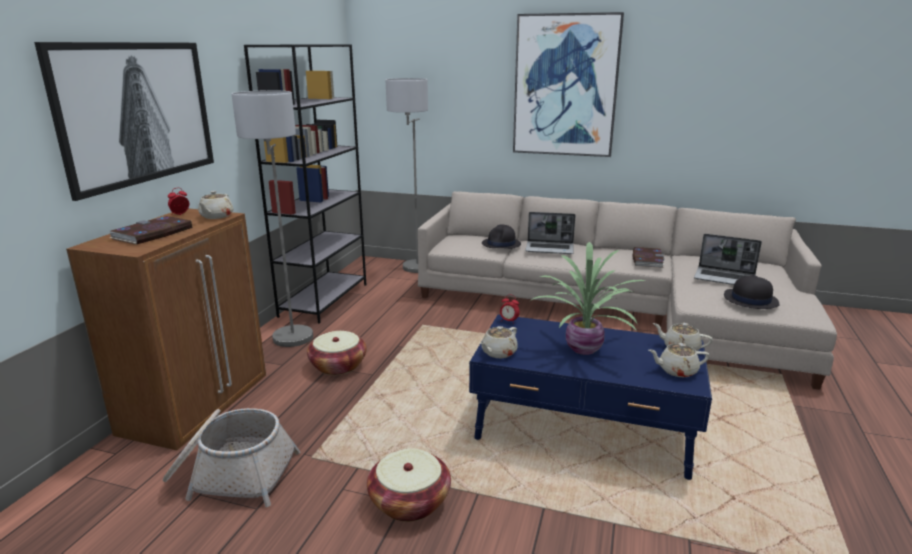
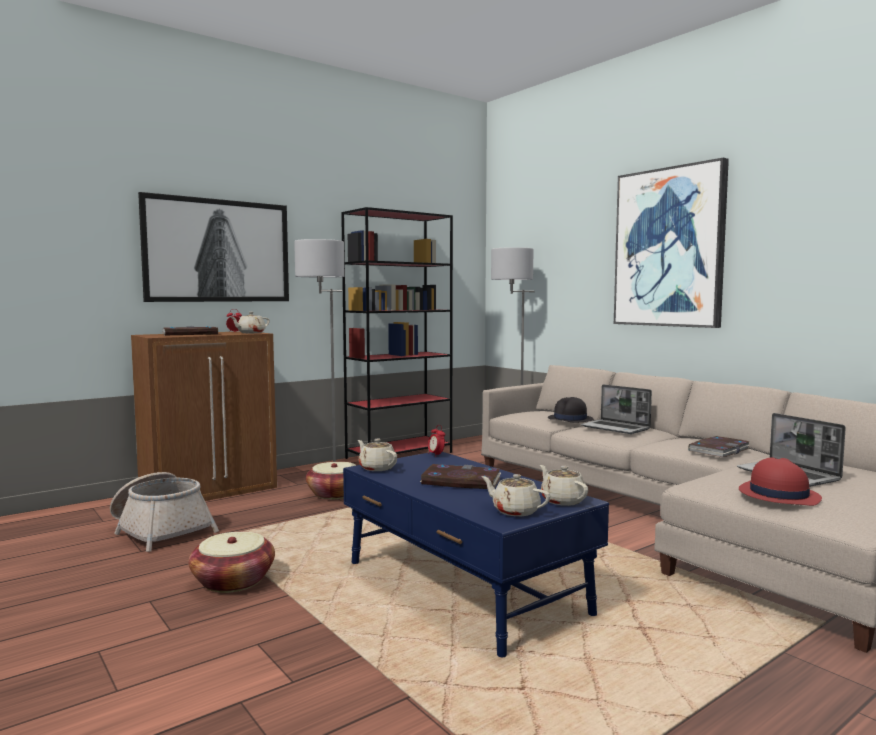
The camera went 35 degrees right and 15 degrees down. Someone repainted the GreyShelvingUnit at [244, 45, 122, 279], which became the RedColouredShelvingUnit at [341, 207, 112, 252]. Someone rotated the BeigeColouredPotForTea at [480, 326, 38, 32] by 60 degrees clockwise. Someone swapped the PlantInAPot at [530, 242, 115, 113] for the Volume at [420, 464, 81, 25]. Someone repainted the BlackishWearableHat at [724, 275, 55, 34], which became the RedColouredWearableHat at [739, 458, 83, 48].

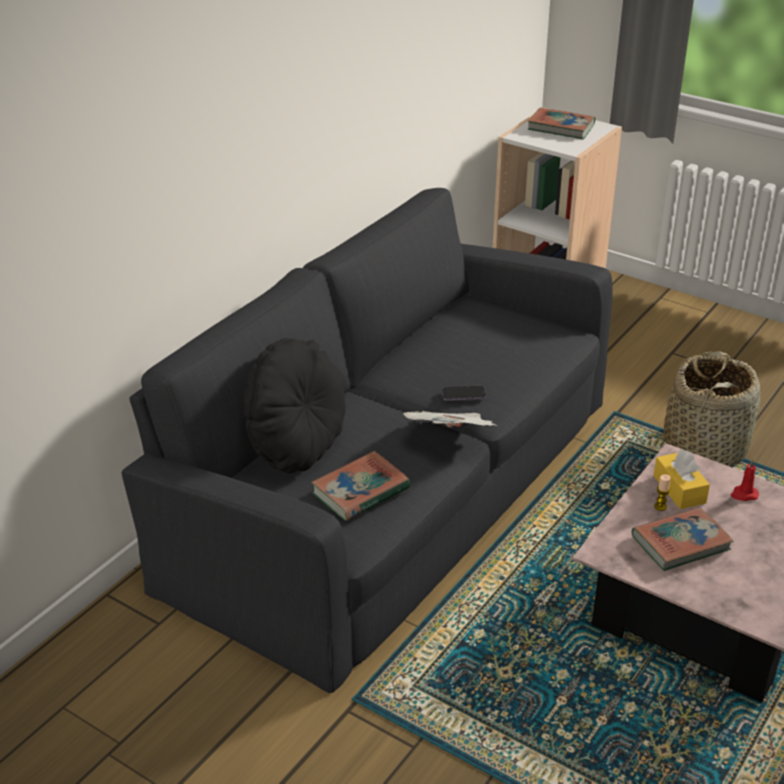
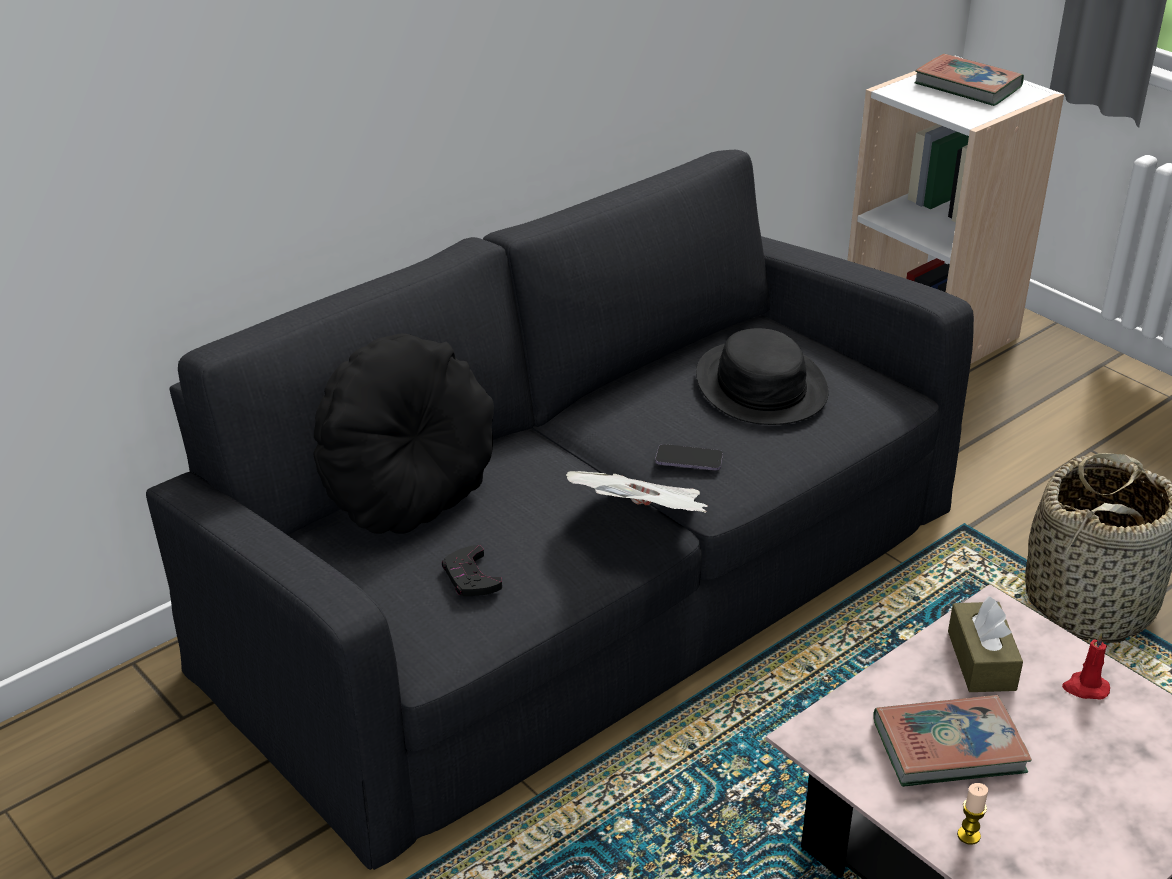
The camera went 15 degrees right and 0 degrees up. Someone swapped the Volume at [311, 451, 99, 70] for the BlackishGamepad at [442, 545, 60, 51]. Someone put down the BlackishWearableHat at [696, 328, 133, 97]. Someone repainted the YellowBoxOfTissues at [653, 449, 57, 60], which became the BrownishBoxOfTissues at [948, 596, 75, 96]. Someone carried the WaxLight from [654, 474, 17, 37] to [957, 783, 31, 62].

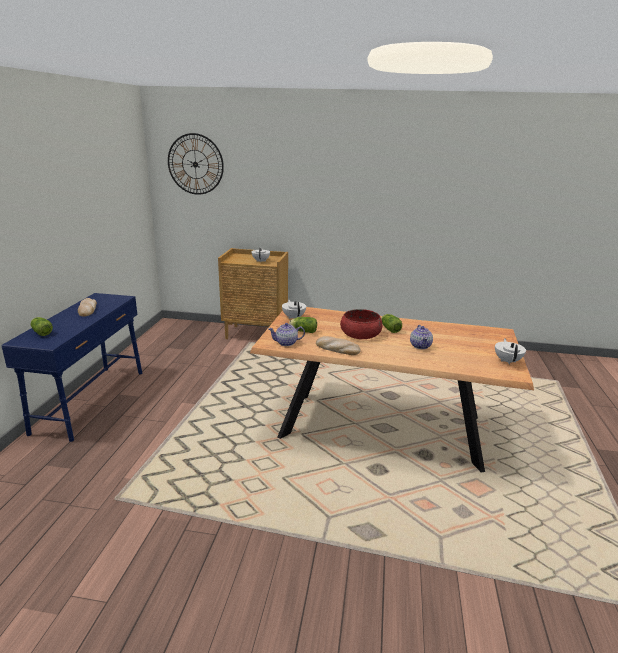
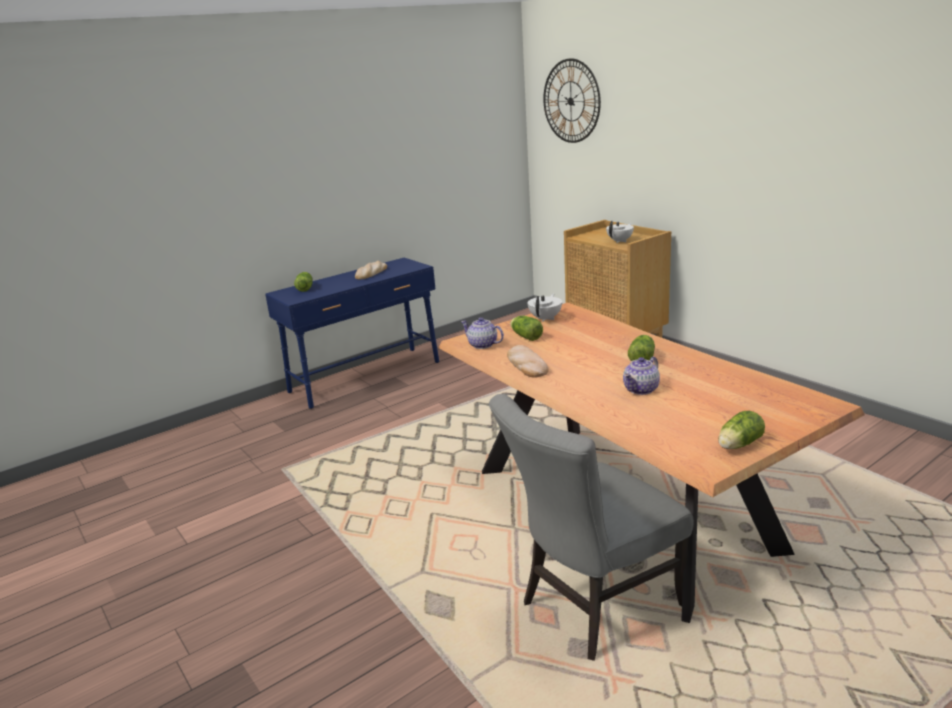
The camera went 45 degrees right and 0 degrees up. Someone put down the GreyUprightChair at [489, 394, 205, 267]. Someone swapped the WhiteColouredPotForTea at [495, 338, 31, 27] for the HeadOfLettuce at [718, 411, 47, 38]. Someone took away the RedColouredBowl at [340, 309, 42, 30].

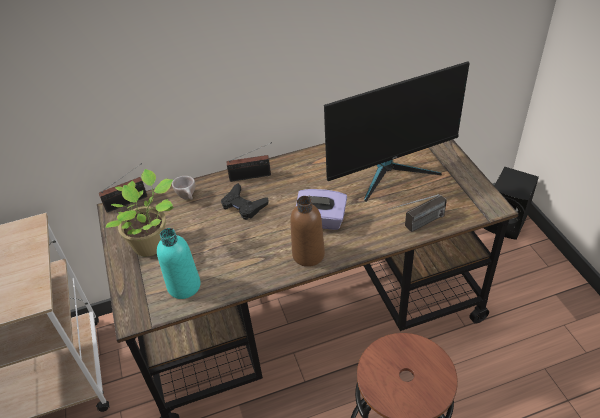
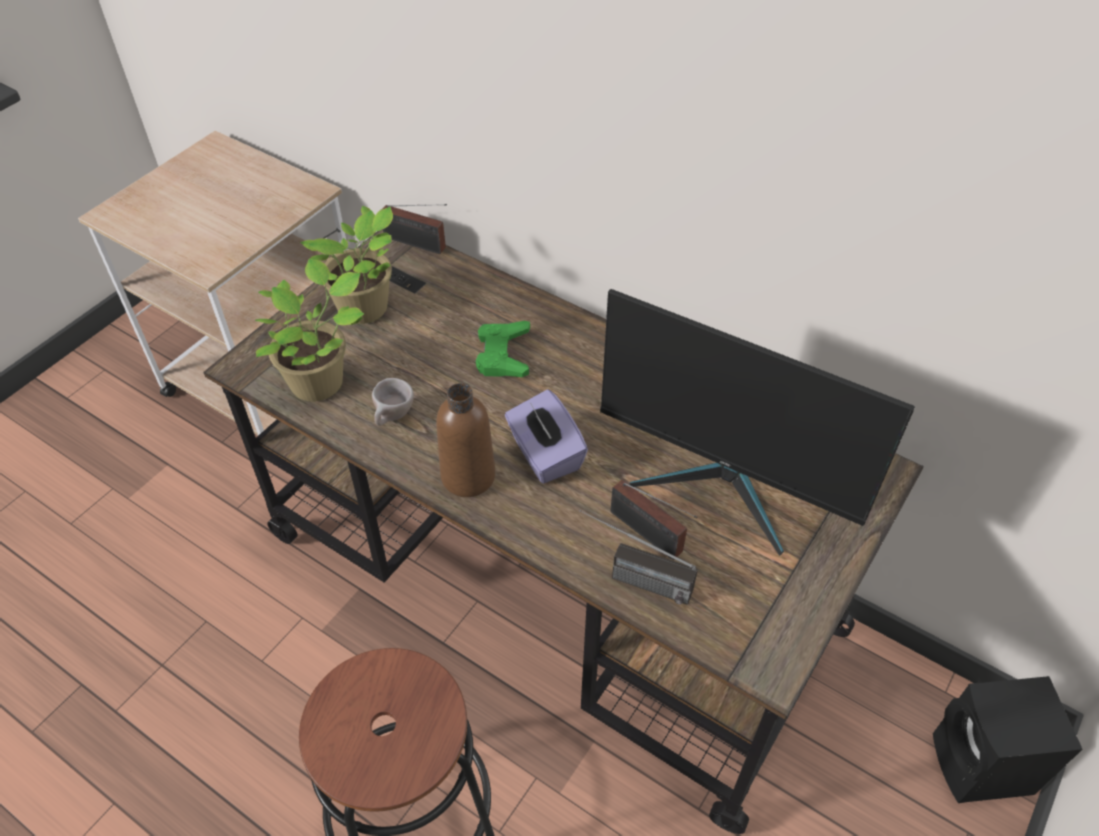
The camera went 50 degrees right and 5 degrees up. Someone swapped the BlueGreenDrinkBottle at [157, 228, 44, 71] for the PlantInAPot at [255, 259, 109, 142]. Someone carried the BeigeColouredSmallCup from [172, 176, 23, 24] to [372, 378, 42, 48]. Someone repainted the BlackishGamepad at [221, 183, 48, 37], which became the GreenishGamepad at [476, 321, 54, 56]. Someone carried the Radio from [226, 142, 46, 40] to [611, 480, 86, 80].

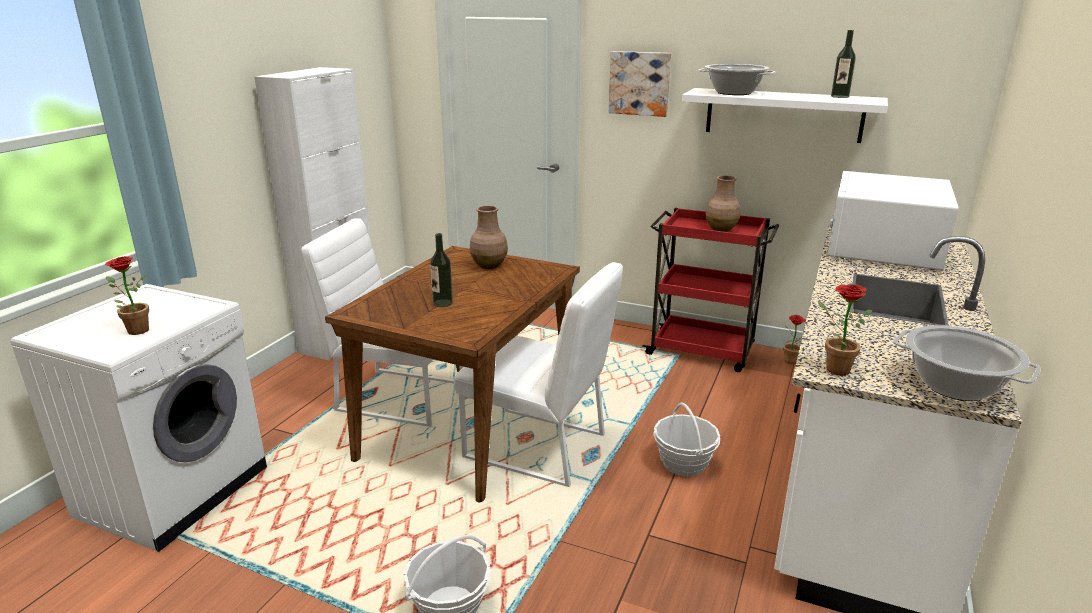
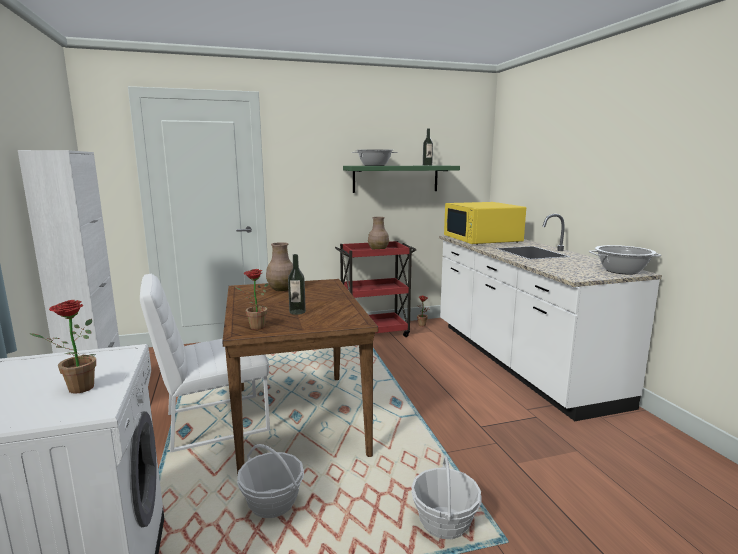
The camera went 40 degrees left and 10 degrees down. Someone carried the PlantInAPot from [818, 284, 54, 92] to [235, 269, 34, 61]. Someone carried the HouseholdBasket from [654, 403, 66, 74] to [237, 444, 67, 74]. Someone repainted the WhiteColouredShelf at [682, 88, 206, 55], which became the GreenishShelf at [343, 166, 117, 27]. Someone repainted the WhiteColouredMicrowave at [827, 171, 131, 100], which became the YellowMicrowave at [444, 202, 82, 43]. Someone took away the WhiteColouredUprightChair at [454, 262, 169, 225]. Someone took away the Picture at [609, 51, 62, 66].

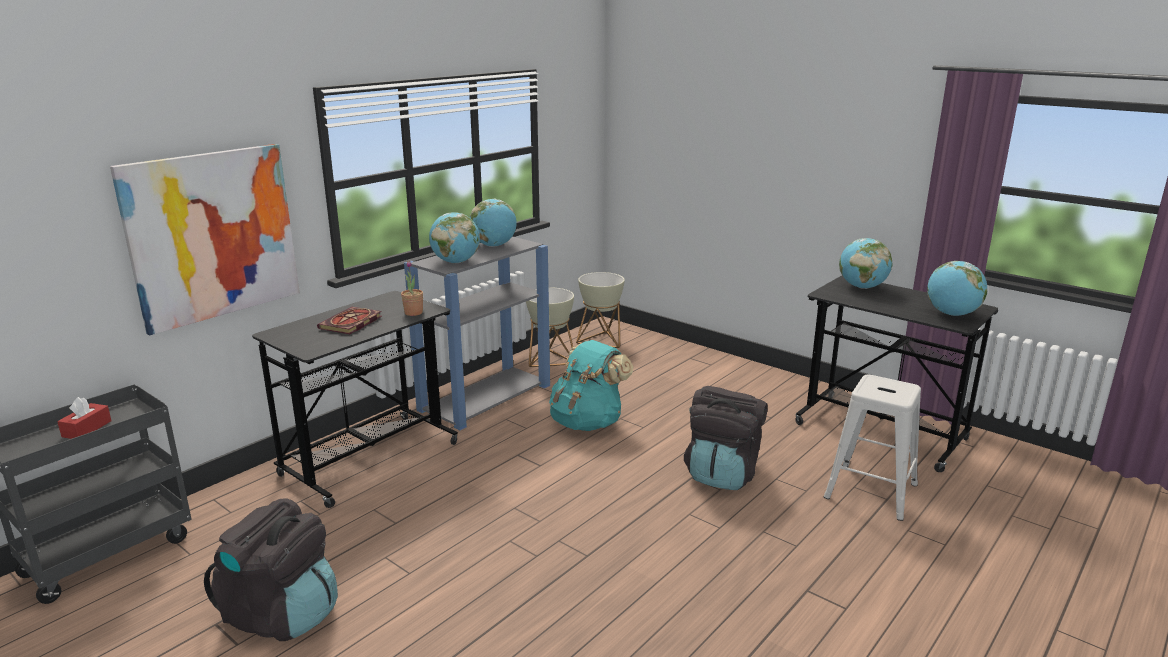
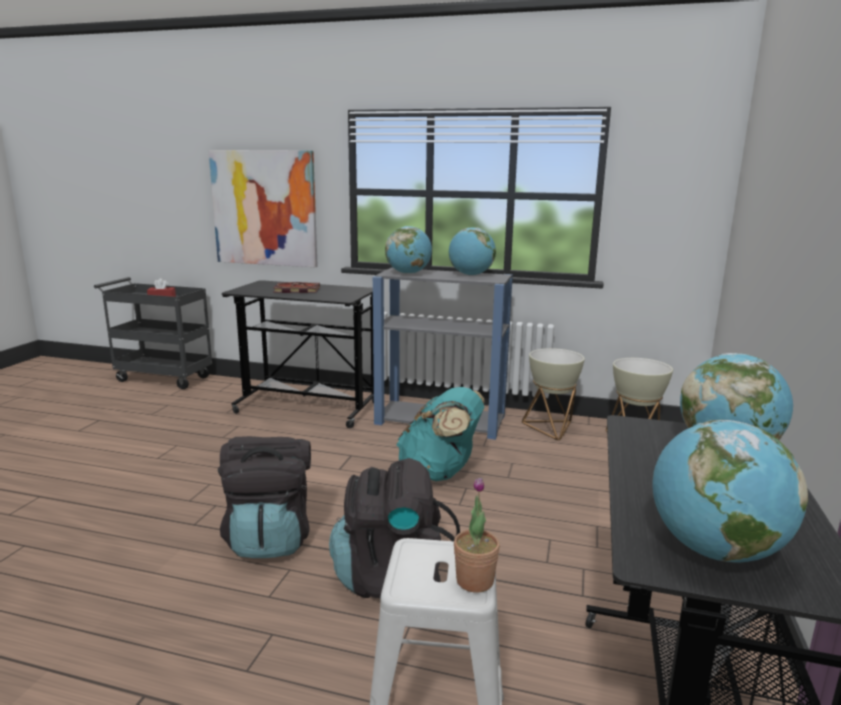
The camera went 65 degrees right and 5 degrees down. Someone carried the BlackishBackpack from [204, 499, 134, 142] to [218, 436, 93, 122]. Someone carried the PlantInAPot from [401, 260, 22, 56] to [454, 478, 46, 115].

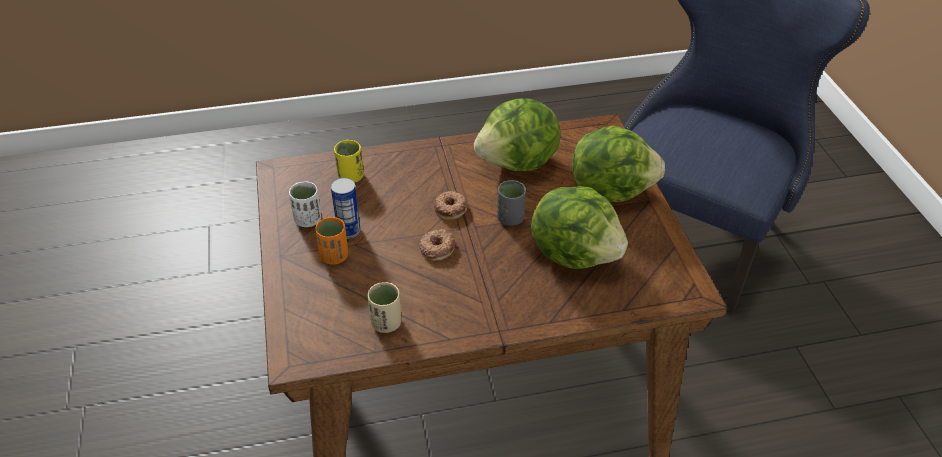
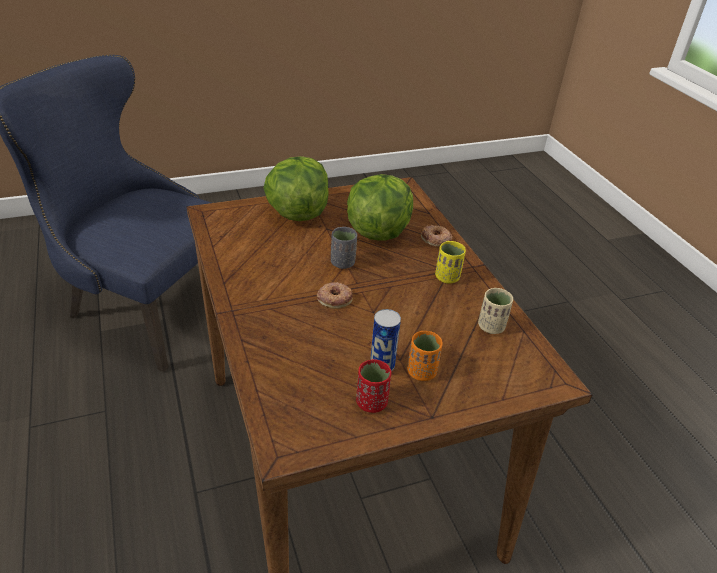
The camera went 100 degrees left and 5 degrees down. Someone repainted the WhiteColouredSmallCup at [289, 181, 32, 46], which became the RedColouredSmallCup at [356, 359, 35, 54]. Someone carried the Doughnut from [419, 229, 36, 32] to [421, 224, 32, 22]. Someone carried the YellowSmallCup from [334, 140, 30, 42] to [435, 241, 31, 43]. Someone took away the HeadOfLettuce at [474, 98, 87, 73].

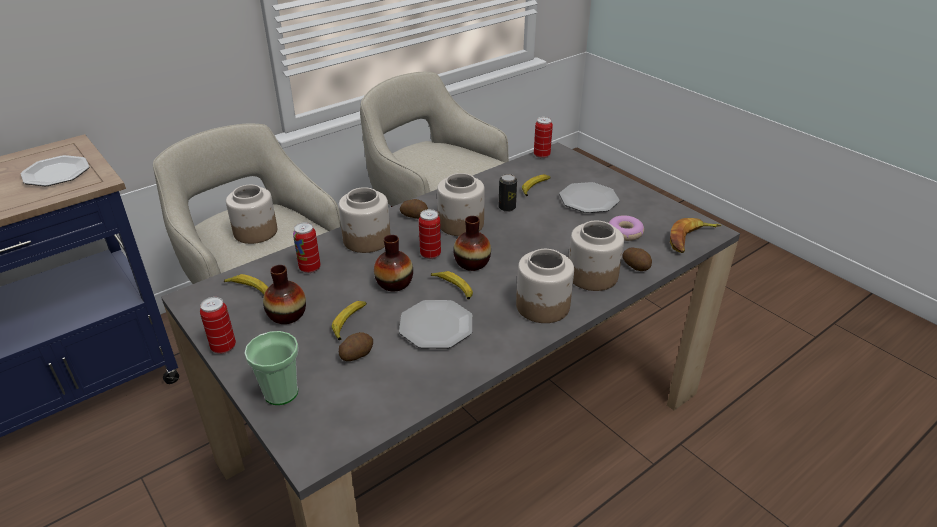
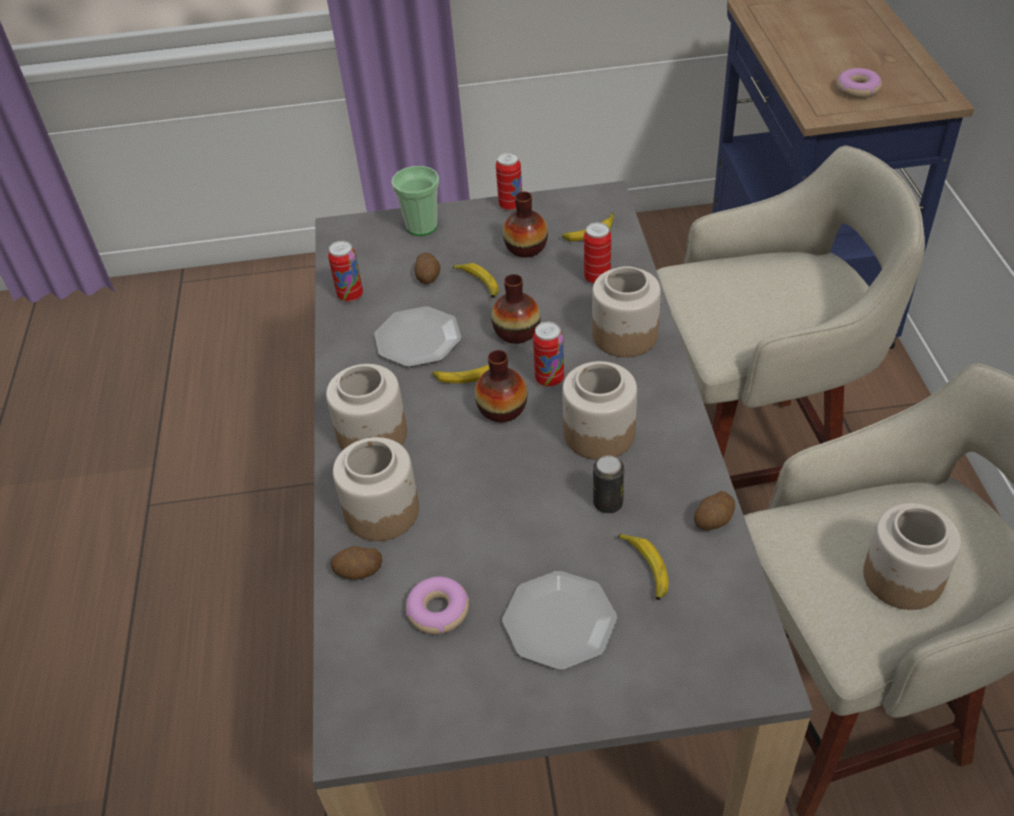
The camera went 125 degrees right and 10 degrees up. Someone carried the SealedCan from [534, 117, 19, 41] to [328, 241, 35, 61]. Someone carried the Potato from [400, 199, 28, 20] to [694, 491, 41, 39]. Someone swapped the DinnerPlate at [21, 155, 68, 31] for the Doughnut at [837, 68, 45, 30]. Someone carried the StorageJar from [226, 185, 51, 59] to [863, 503, 98, 107]. Someone took away the WholeBanana at [670, 218, 52, 35].

